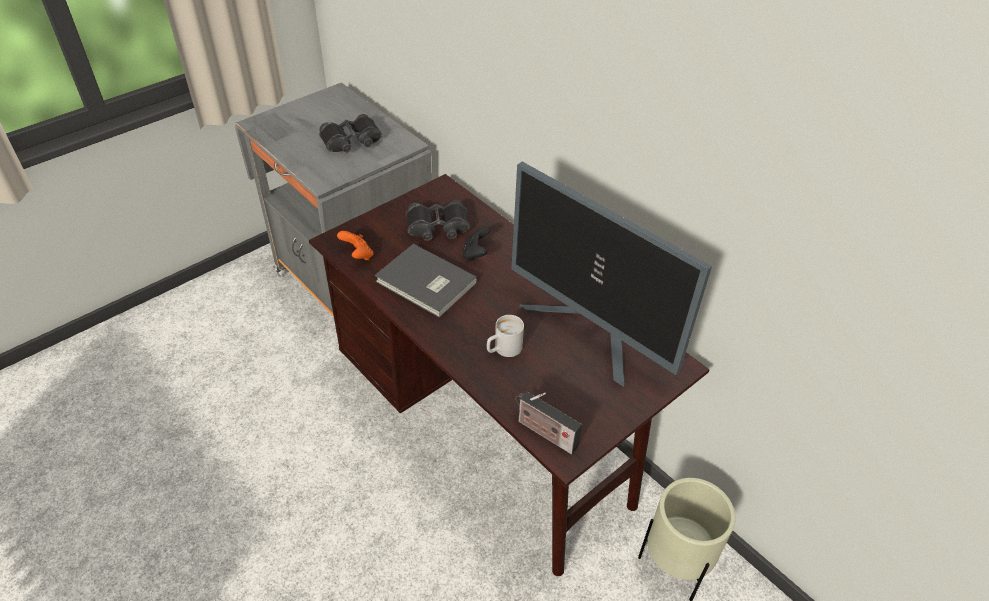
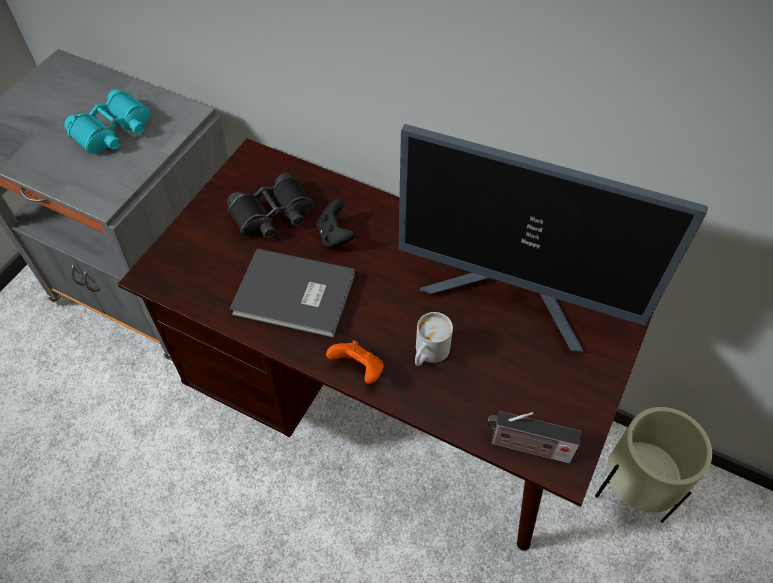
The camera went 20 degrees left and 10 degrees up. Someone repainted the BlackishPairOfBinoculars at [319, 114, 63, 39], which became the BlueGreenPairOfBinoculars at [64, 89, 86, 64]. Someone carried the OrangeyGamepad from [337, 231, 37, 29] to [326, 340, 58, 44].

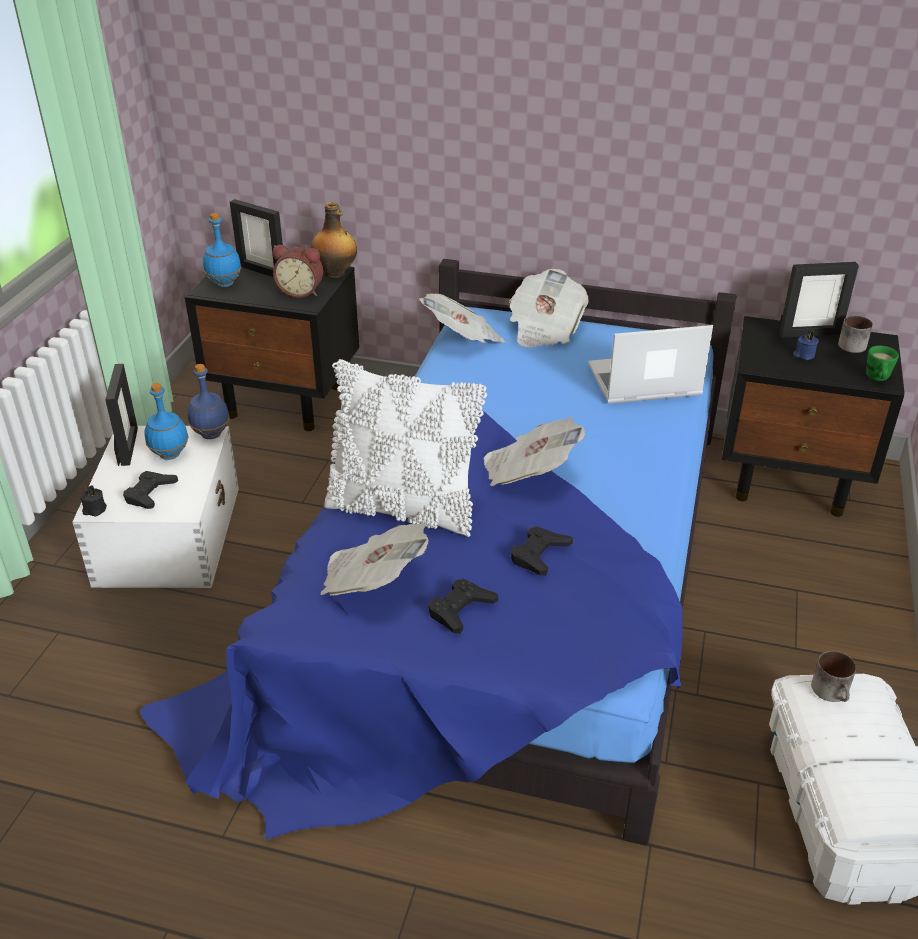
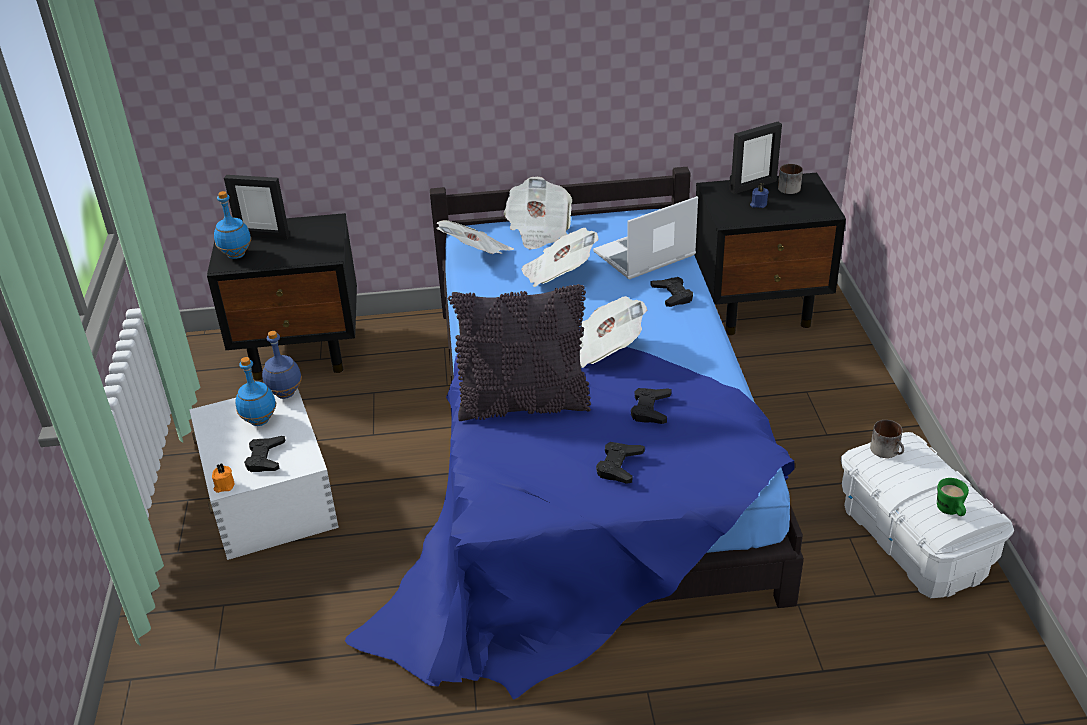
The camera went 20 degrees left and 0 degrees up. Someone repainted the BlackishWaxLight at [80, 485, 27, 32], which became the OrangeyWaxLight at [212, 463, 22, 30]. Someone repainted the WhiteColouredPillow at [324, 359, 163, 178], which became the BlackishPillow at [448, 284, 143, 137]. Someone carried the PrintedPaper from [320, 523, 109, 72] to [521, 228, 77, 59]. Someone put down the BlackishGamepad at [650, 277, 43, 30]. Someone carried the GreenishTeaMug from [866, 346, 33, 35] to [937, 478, 32, 38]. Someone took away the PhotoFrame at [105, 364, 33, 102]. Someone took away the BedsideClock at [273, 245, 50, 53]. Someone took away the DrinkBottle at [310, 202, 47, 76].

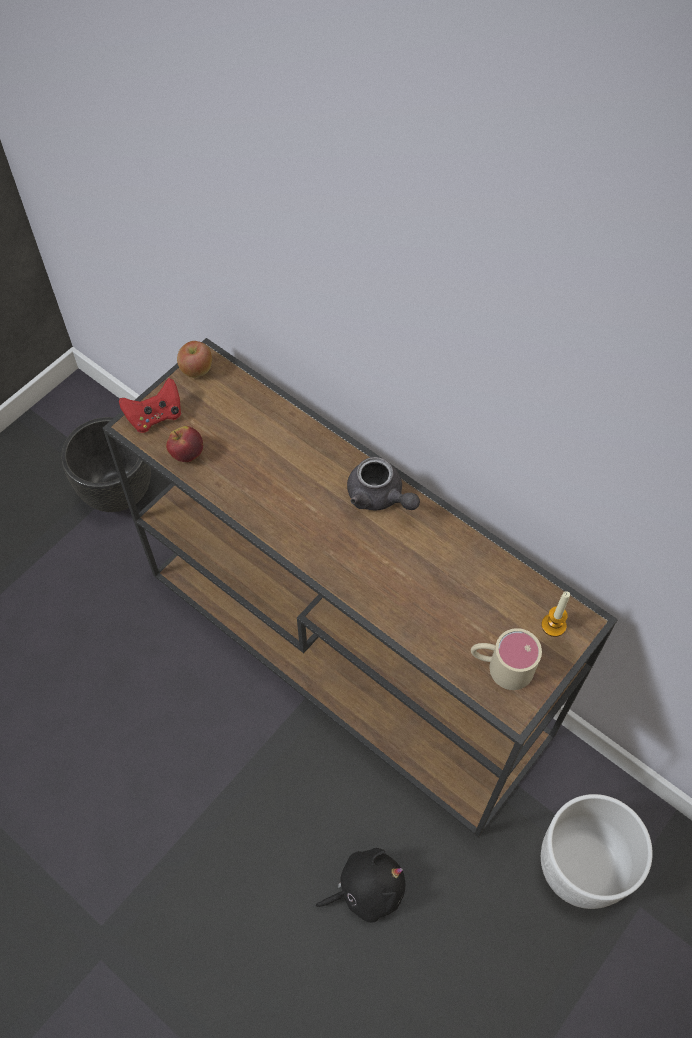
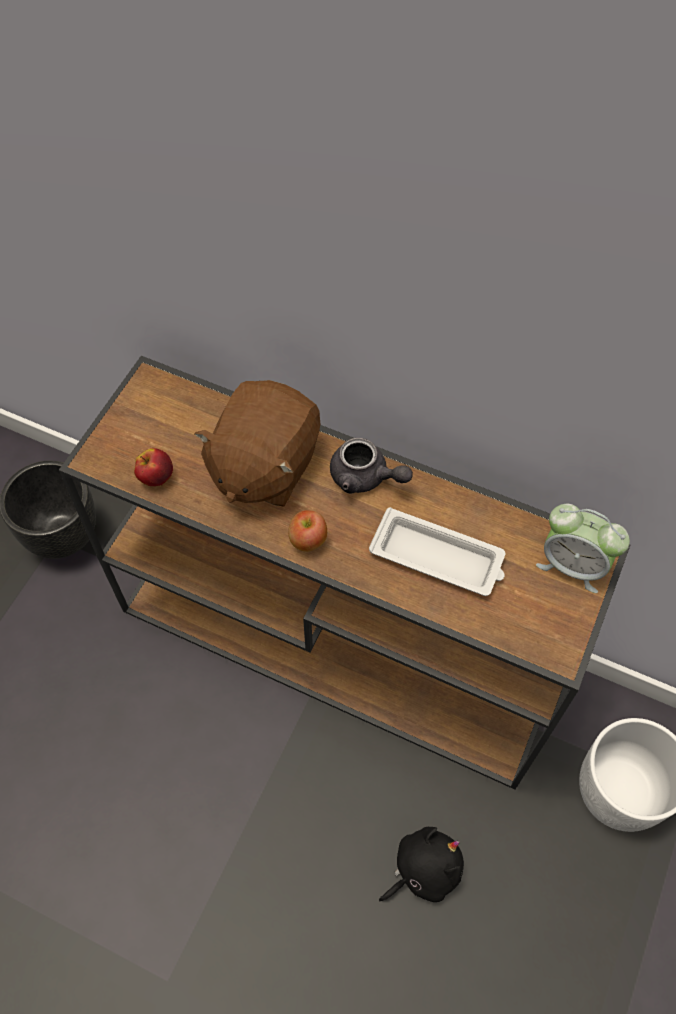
The camera went 15 degrees left and 0 degrees up. Someone put down the BrownishSoftToy at [194, 380, 126, 127]. Someone carried the WholeApple from [177, 341, 35, 37] to [288, 510, 39, 42]. Someone put down the WhiteColouredCarryingTray at [369, 507, 136, 89]. Someone swapped the WaxLight at [541, 591, 29, 46] for the BedsideClock at [536, 504, 94, 89]. Someone took away the RedColouredGamepad at [119, 378, 62, 55]. Someone took away the BeigeColouredTeaMug at [471, 628, 71, 62].

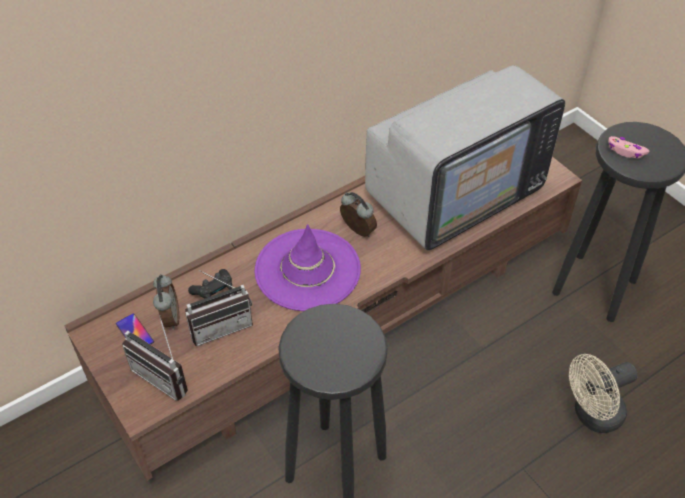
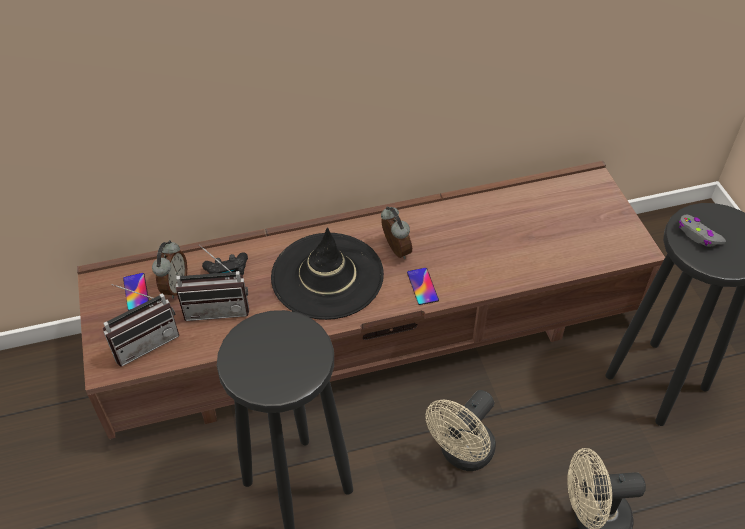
The camera went 20 degrees right and 0 degrees up. Someone rotated the Radio at [122, 315, 66, 86] by 90 degrees counterclockwise. Someone repainted the PurpleWearableHat at [255, 224, 106, 87], which became the BlackishWearableHat at [271, 227, 113, 93]. Someone put down the Phone at [407, 268, 32, 37]. Someone put down the BeigeColouredElectricFan at [425, 390, 71, 81]. Someone repainted the PinkGamepad at [608, 136, 41, 23], which became the GreyGamepad at [679, 215, 47, 32]. Someone took away the TvSet at [365, 65, 200, 185].

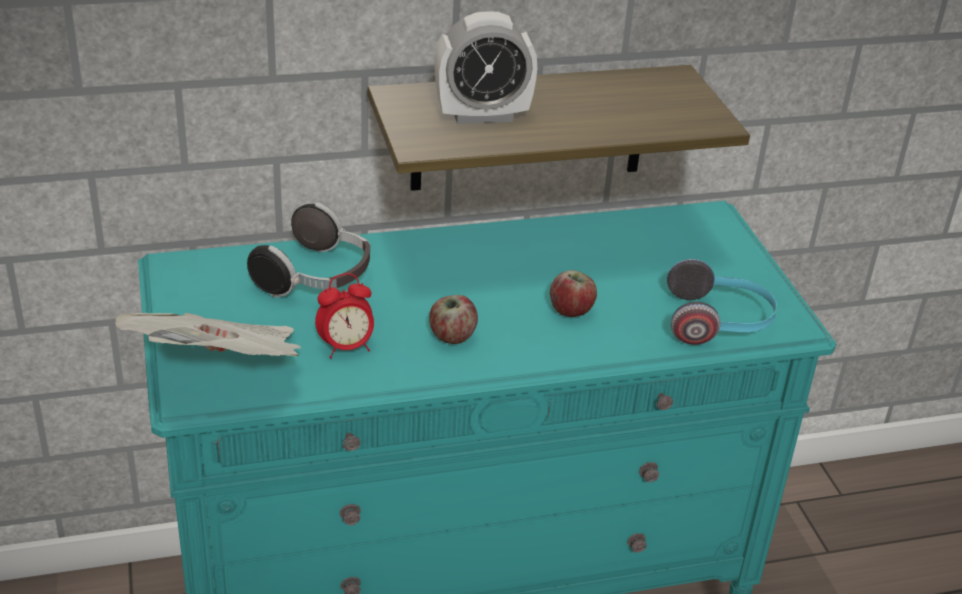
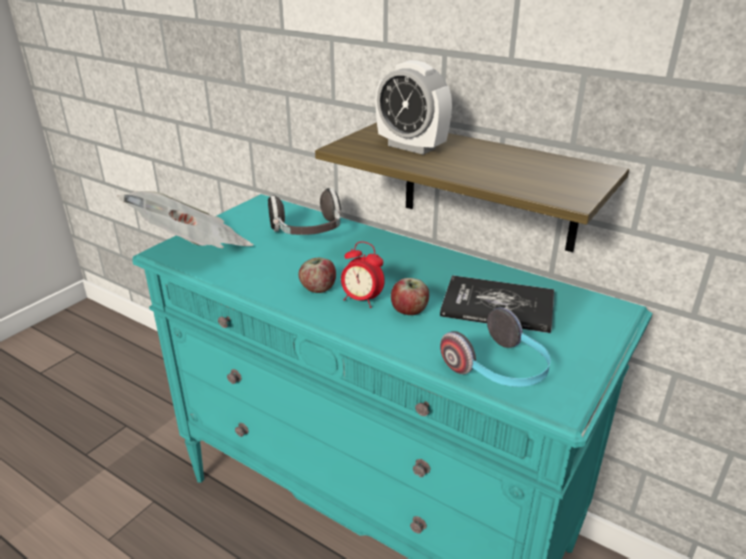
The camera went 50 degrees right and 5 degrees down. Someone carried the BedsideClock from [315, 273, 59, 85] to [341, 241, 44, 67]. Someone put down the Volume at [440, 275, 114, 58].

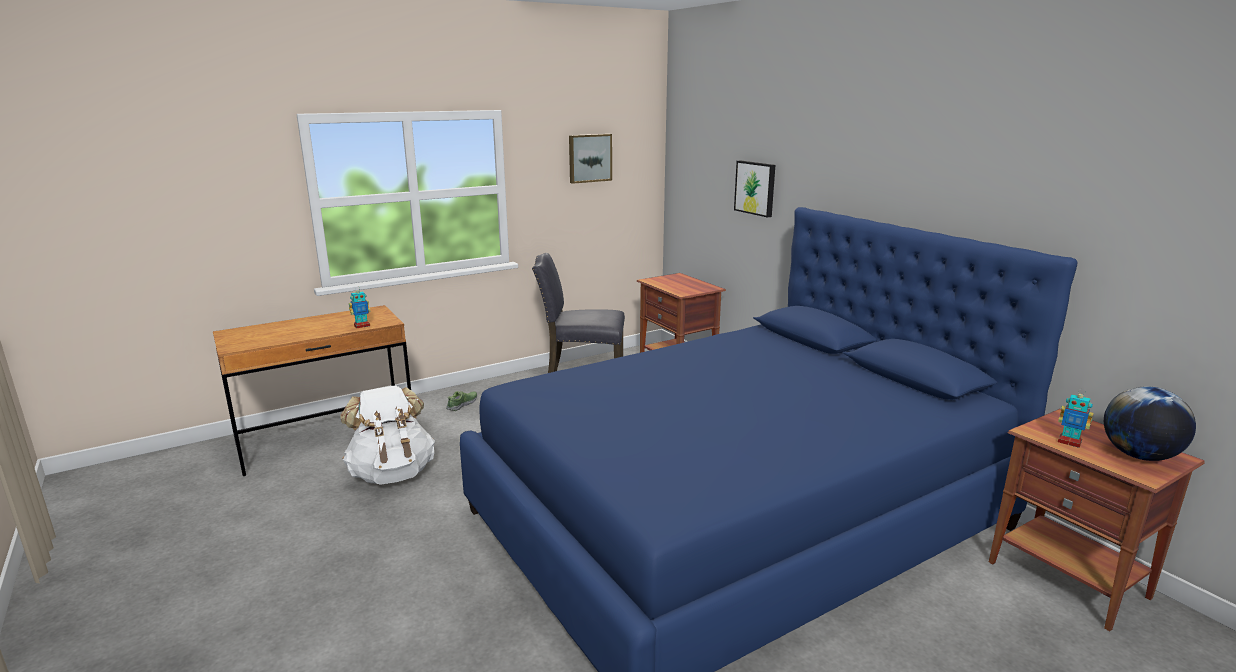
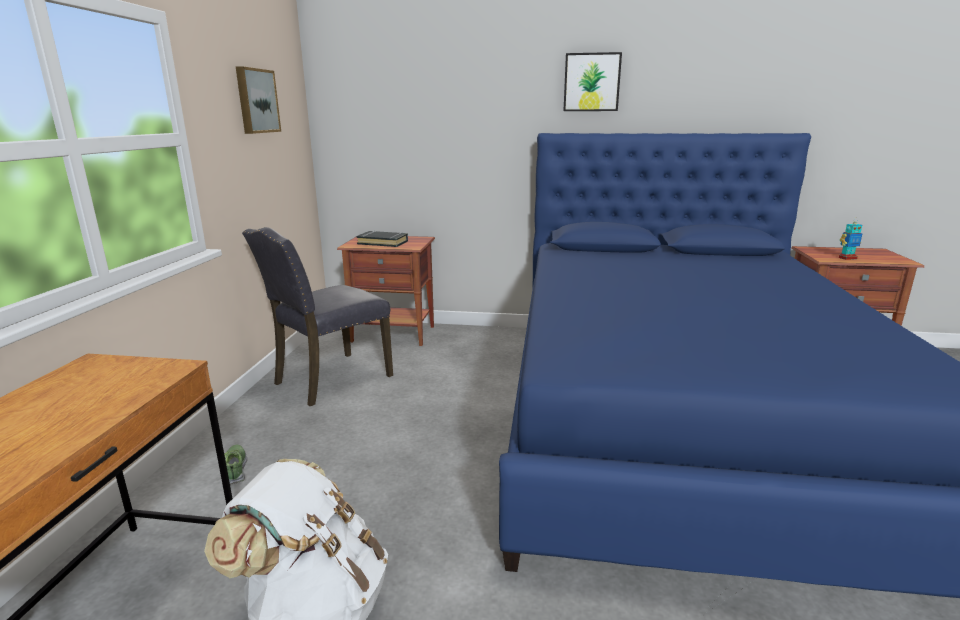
The camera went 50 degrees left and 0 degrees up. Someone put down the BlackishVolume at [356, 231, 52, 16]. Someone carried the Picture from [734, 160, 41, 58] to [563, 52, 59, 59]. Someone took away the ModelRobot at [349, 286, 21, 42]. Someone took away the DeskGlobe at [1104, 386, 92, 75].

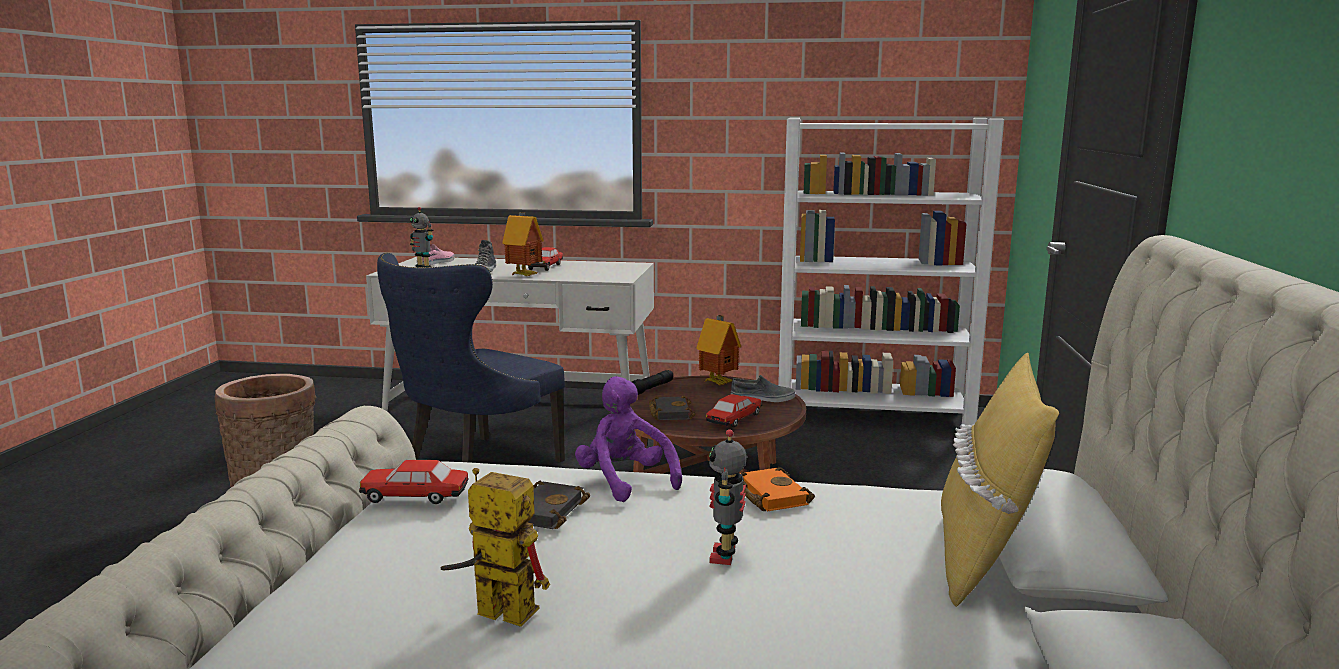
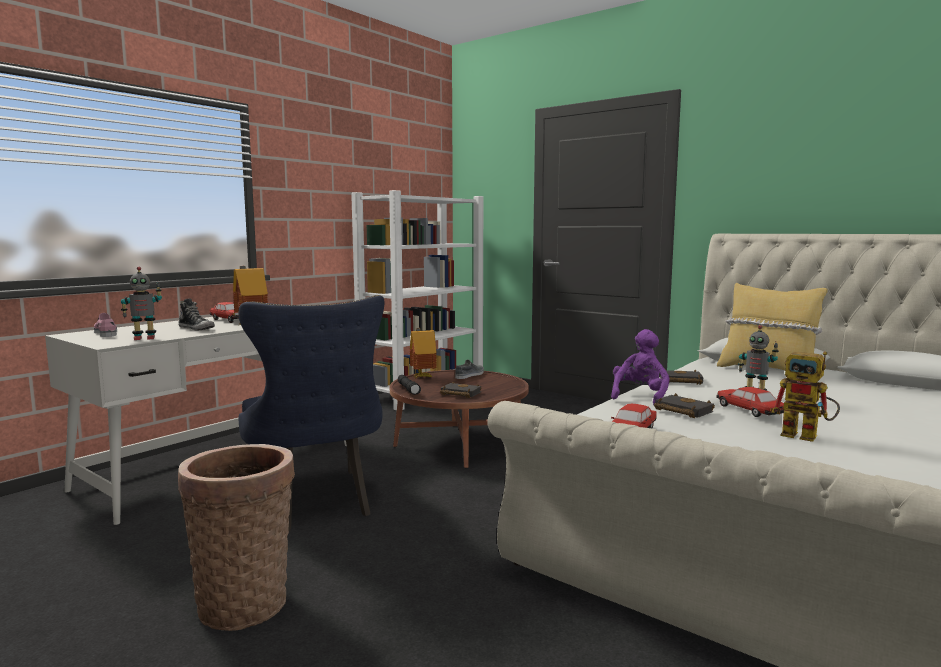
The camera went 60 degrees left and 5 degrees down. Someone rotated the PurpleSoftToy at [575, 376, 107, 126] by 120 degrees clockwise. Someone repainted the OrangeyVolume at [740, 467, 75, 44], which became the BlackishVolume at [660, 369, 43, 16]. Someone carried the ModelCar from [706, 394, 56, 33] to [716, 387, 68, 30]. Someone rotated the ModelRobot at [441, 468, 109, 159] by 105 degrees counterclockwise.

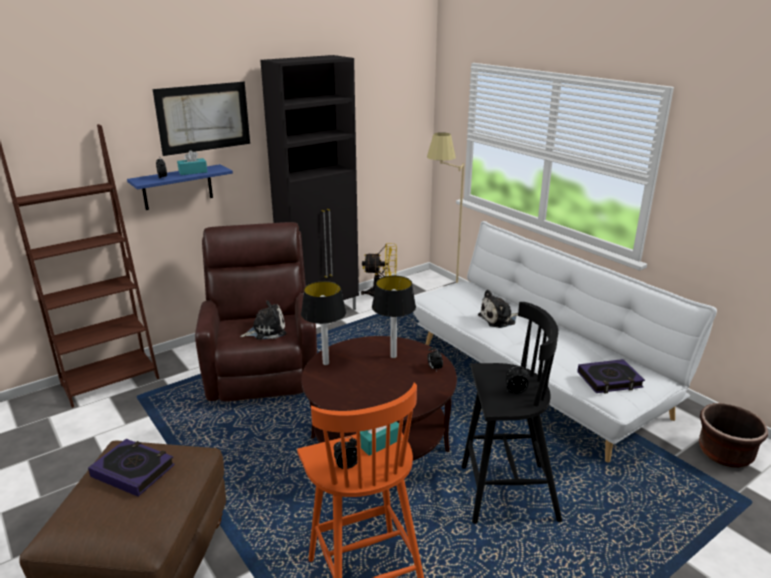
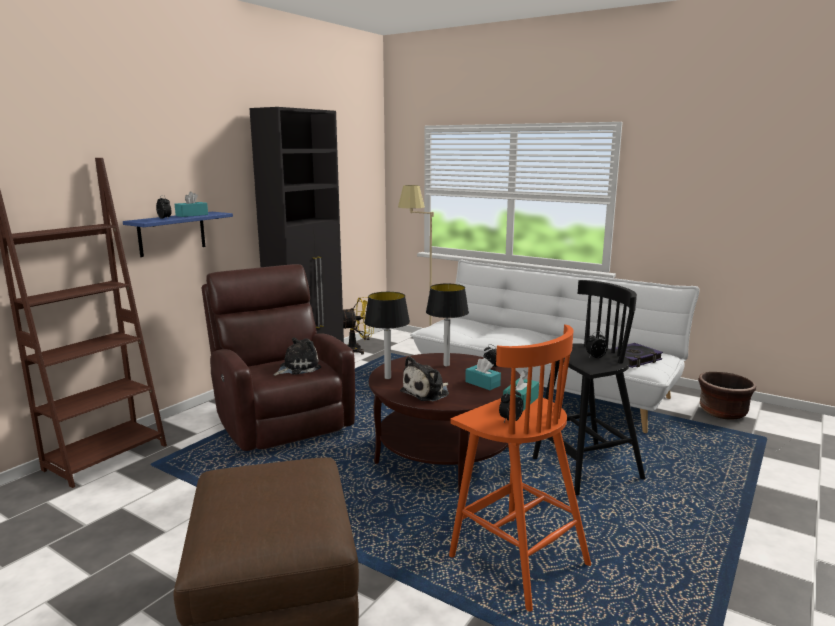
The camera went 20 degrees left and 10 degrees down. Someone carried the SoftToy from [478, 290, 40, 38] to [400, 356, 49, 45]. Someone put down the BlueGreenBoxOfTissues at [465, 358, 36, 32]. Someone took away the Volume at [88, 439, 87, 57]. Someone took away the Picture at [153, 82, 97, 74].

